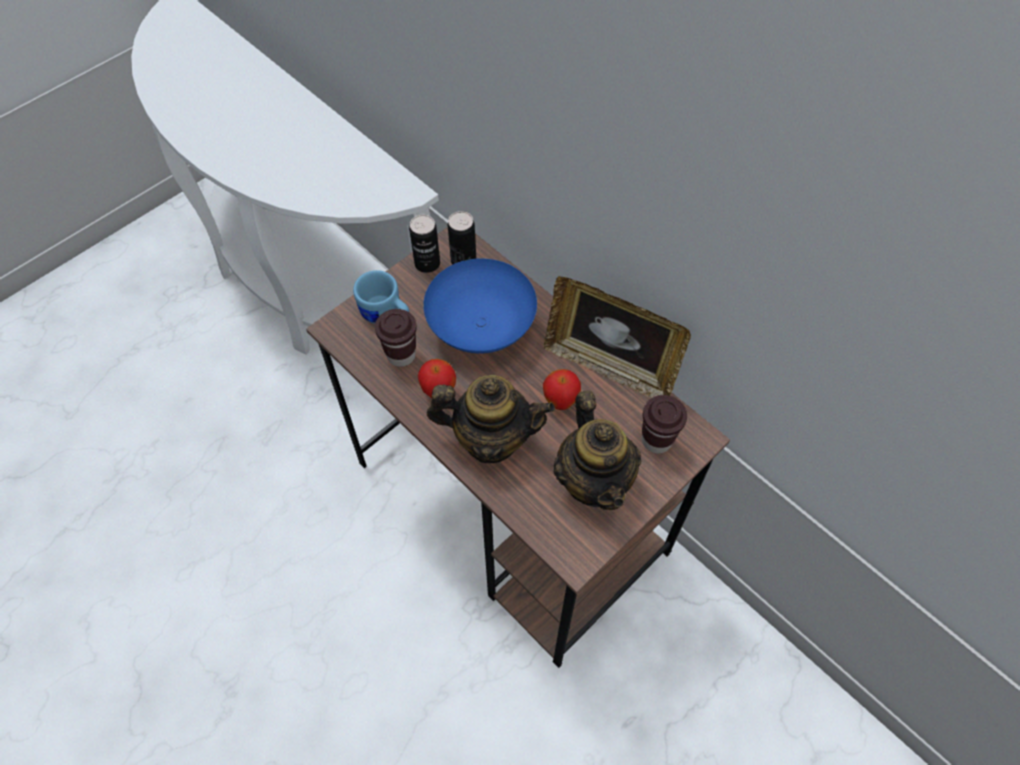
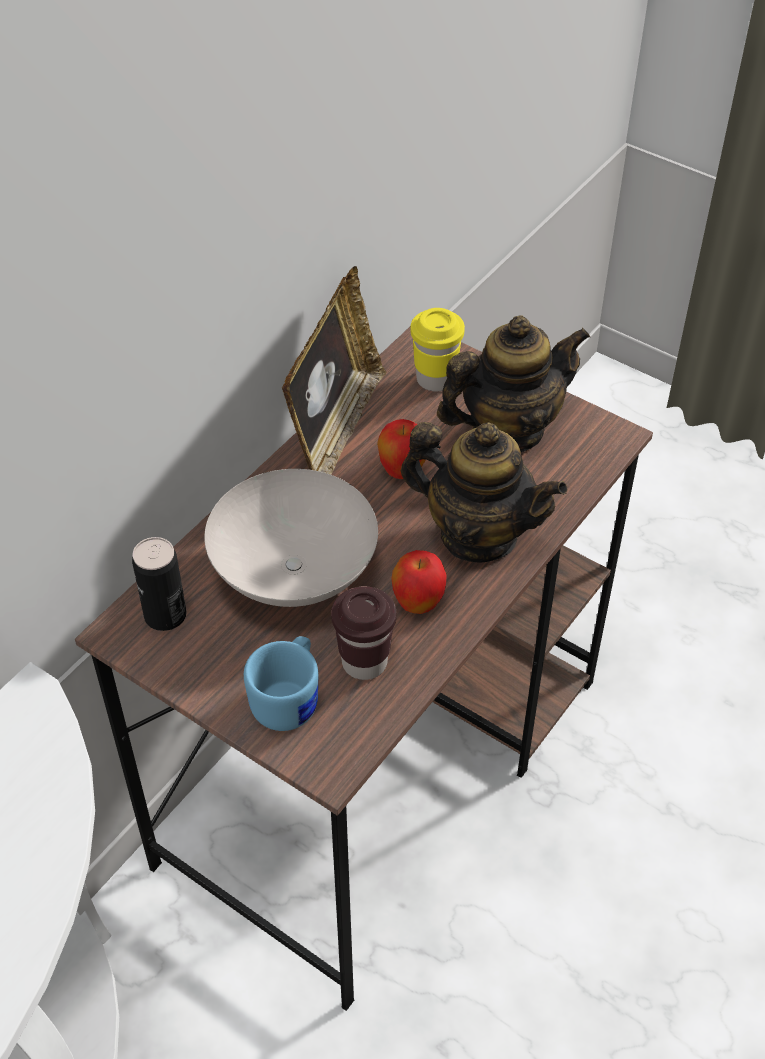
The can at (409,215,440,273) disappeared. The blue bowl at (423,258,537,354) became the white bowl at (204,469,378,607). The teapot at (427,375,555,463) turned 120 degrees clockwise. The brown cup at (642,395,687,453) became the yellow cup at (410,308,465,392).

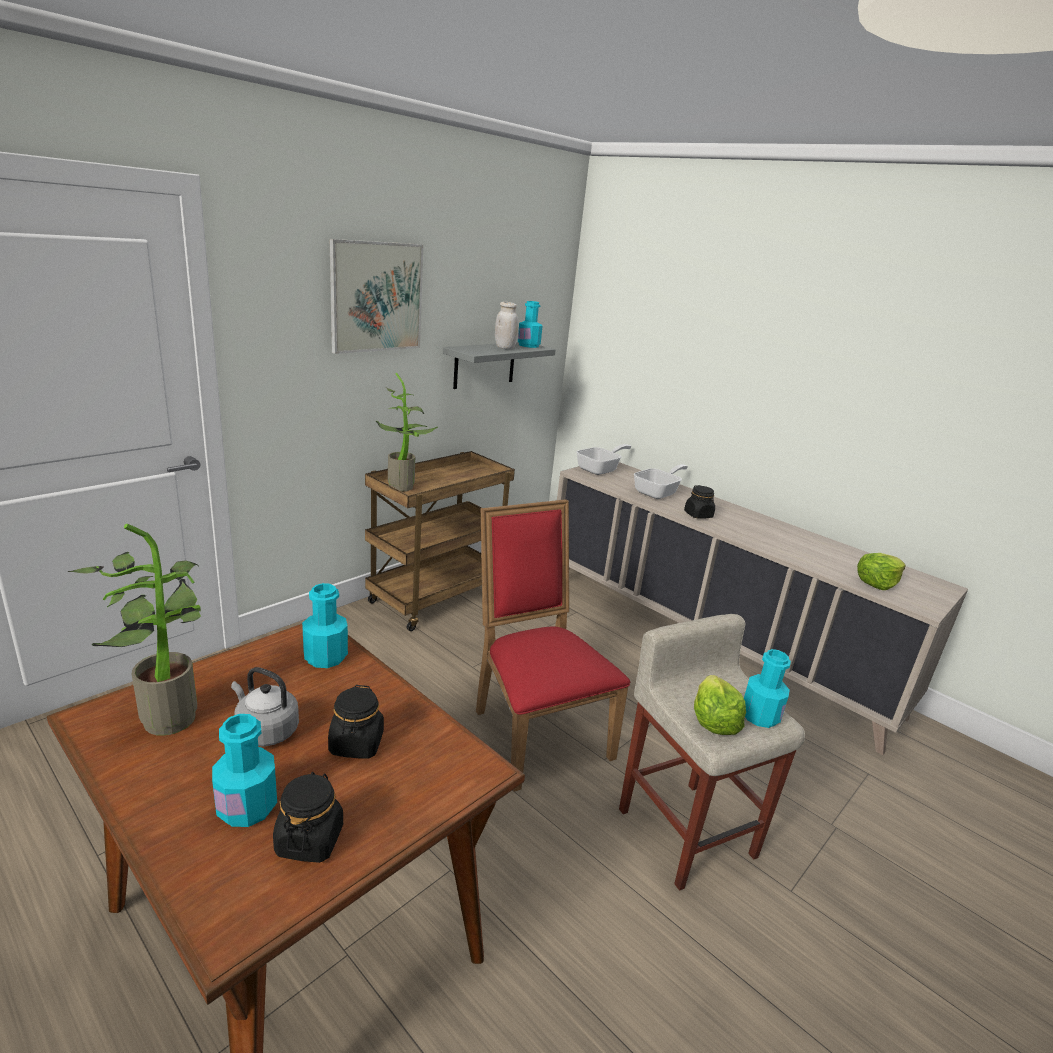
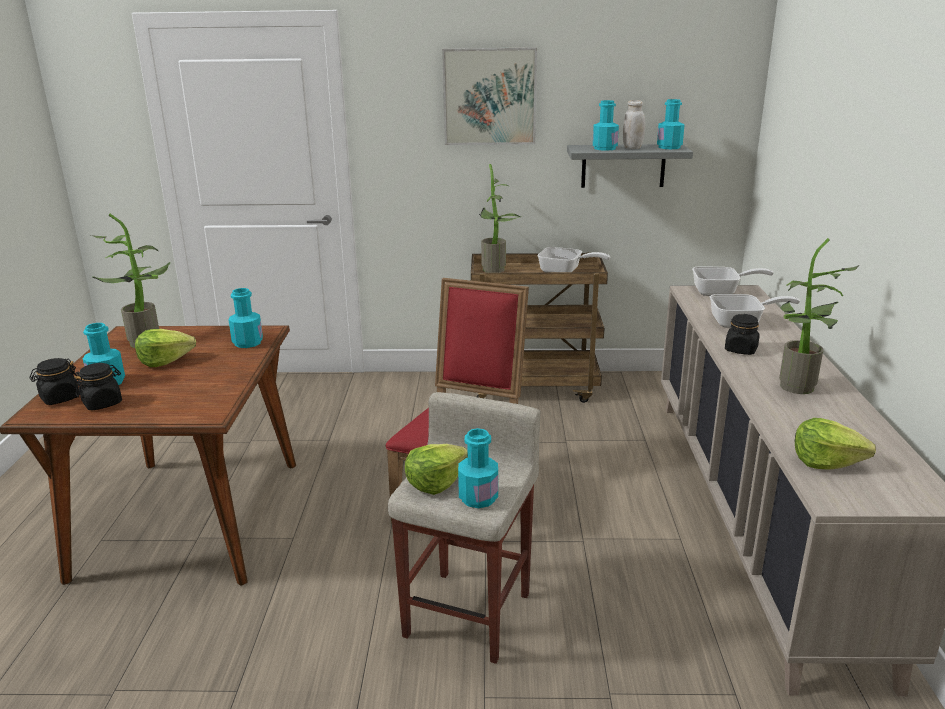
The grey kettle at (231,667,299,746) was replaced by the lettuce at (135,329,196,367). The black jar moved from (328,685,384,759) to (29,358,80,405). The turquoise bottle at (593,100,619,151) appeared. The potted plant at (779,238,859,394) appeared. The frying pan at (537,247,610,272) appeared.

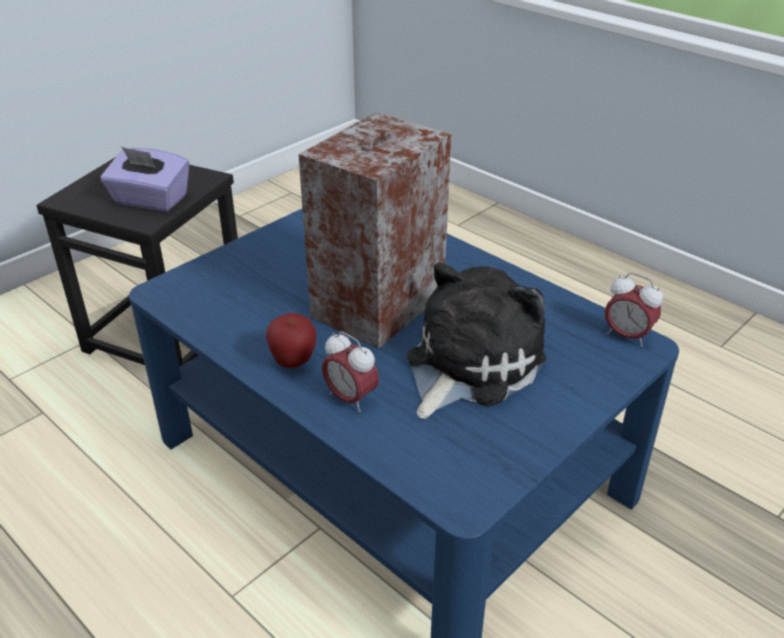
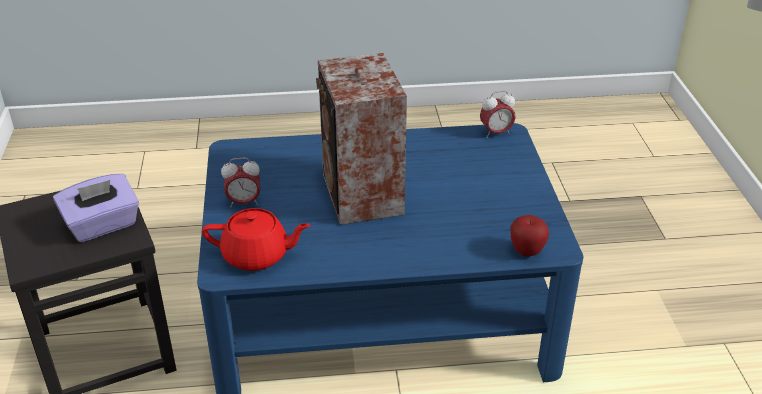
The plush toy at (407,263,546,419) disappeared. The apple moved from (266,313,316,368) to (510,215,549,257). The alarm clock moved from (322,331,379,413) to (221,157,261,207). The red teapot at (202,208,310,271) appeared.

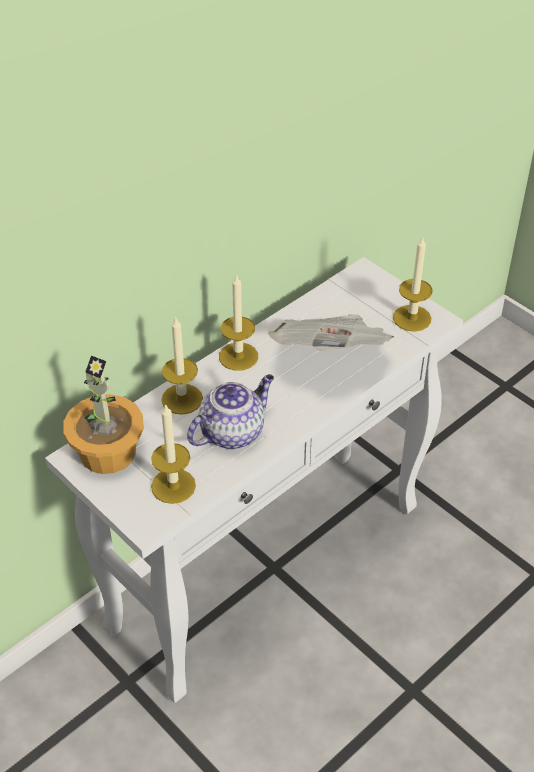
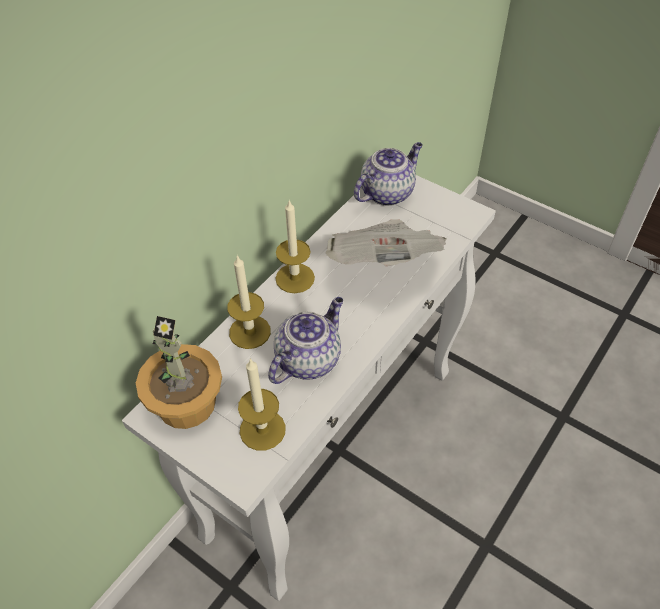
The candle at (393,236,433,332) disappeared. The teapot at (354,142,423,206) appeared.

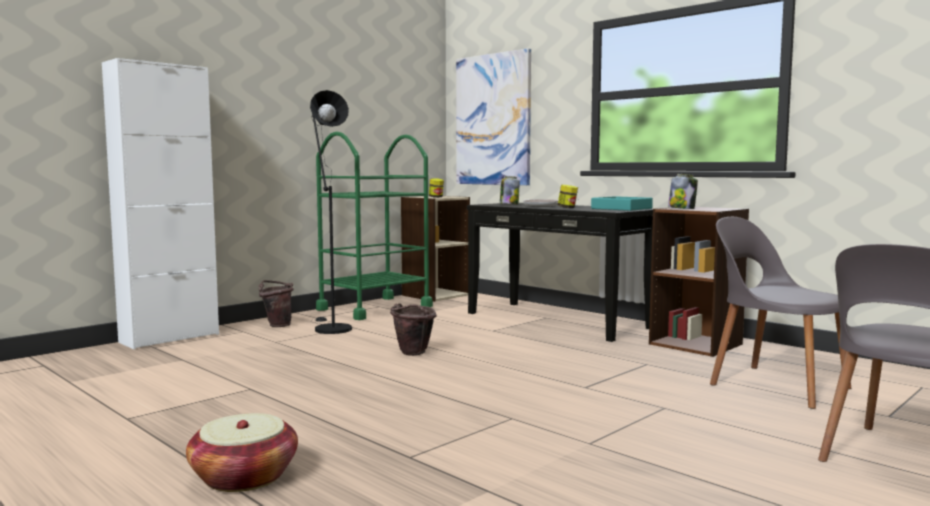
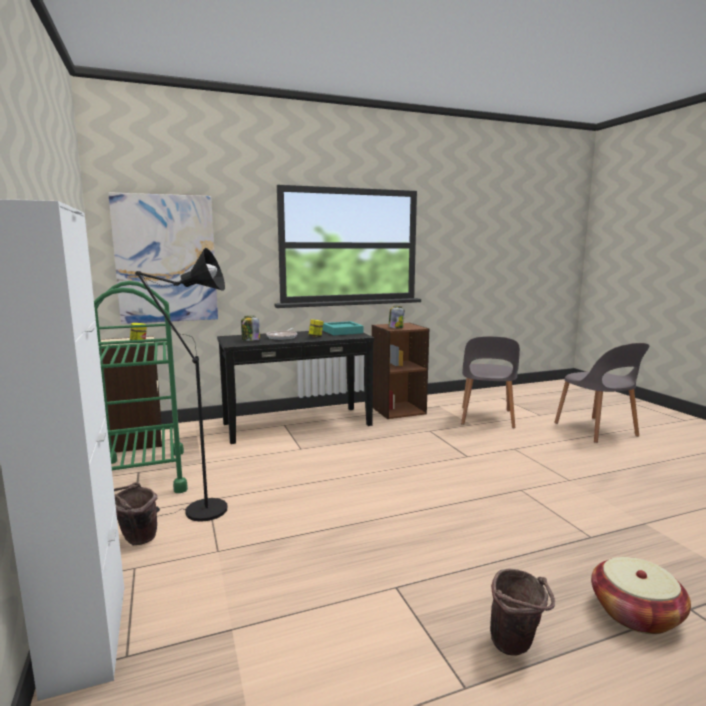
The grey chair at (710,217,851,409) turned 60 degrees counterclockwise. The brown bucket moved from (390,303,437,356) to (490,569,555,656).

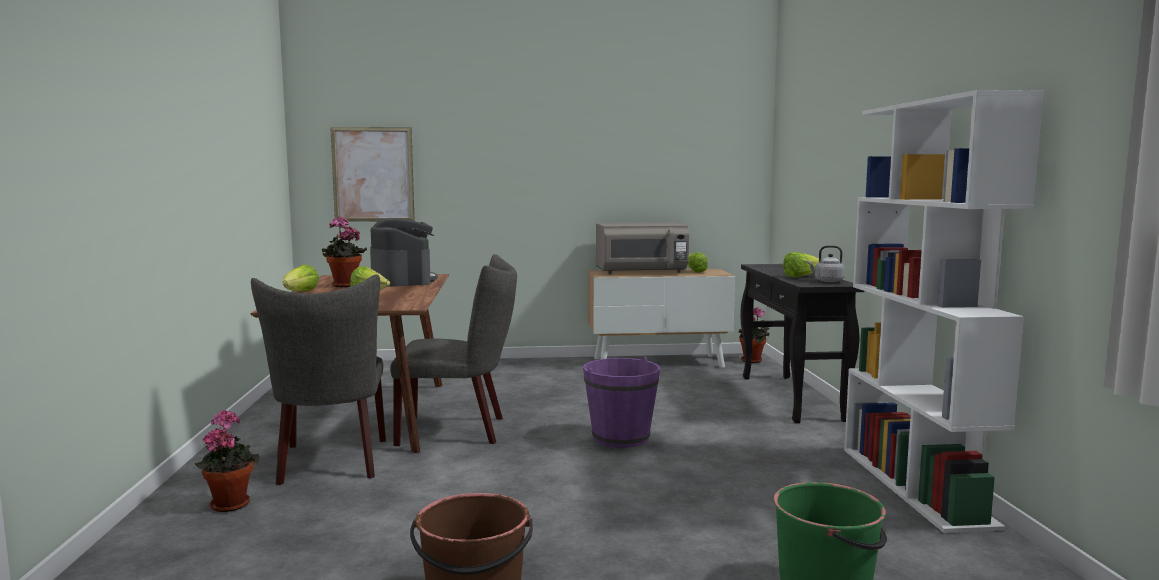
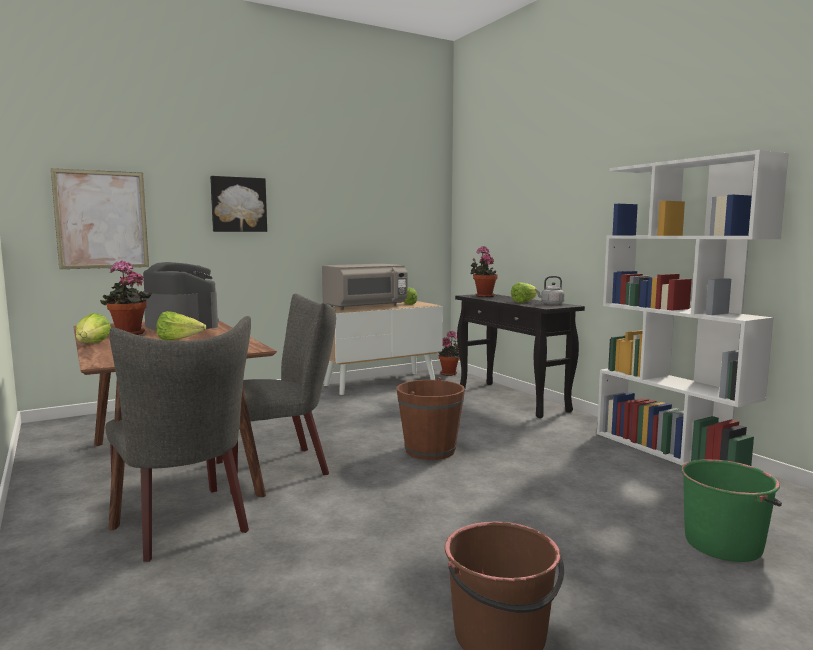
The purple bucket at (583,357,660,448) became the brown bucket at (397,377,465,460). The potted plant moved from (195,410,260,512) to (471,246,498,297). The picture at (210,176,267,232) appeared.

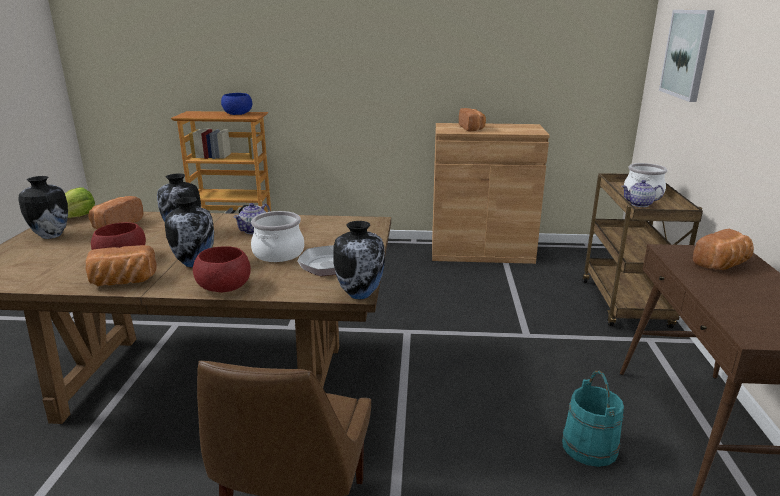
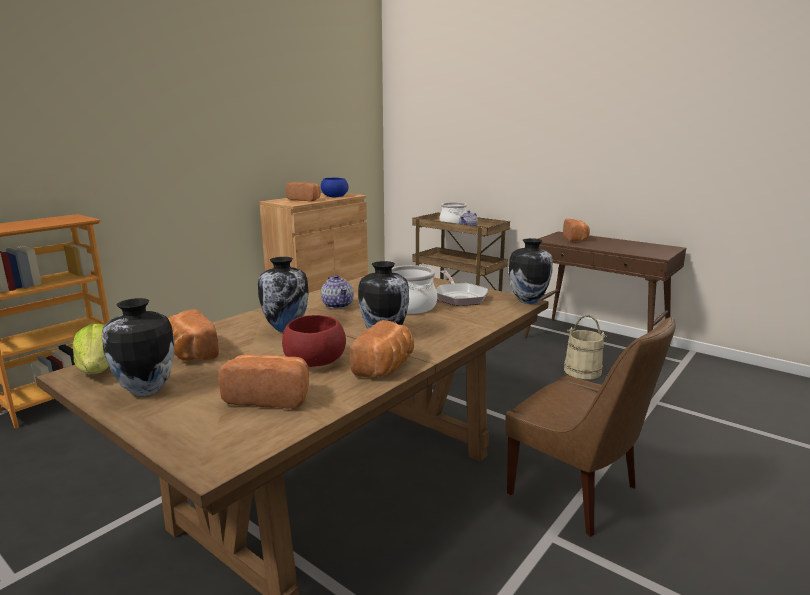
The picture at (659,10,715,102) disappeared. The blue bowl moved from (221,93,252,115) to (321,177,348,197). The red bowl at (193,246,251,292) disappeared. The turquoise bucket at (562,371,624,467) became the beige bucket at (564,315,607,379). The bread at (218,354,309,409) appeared.

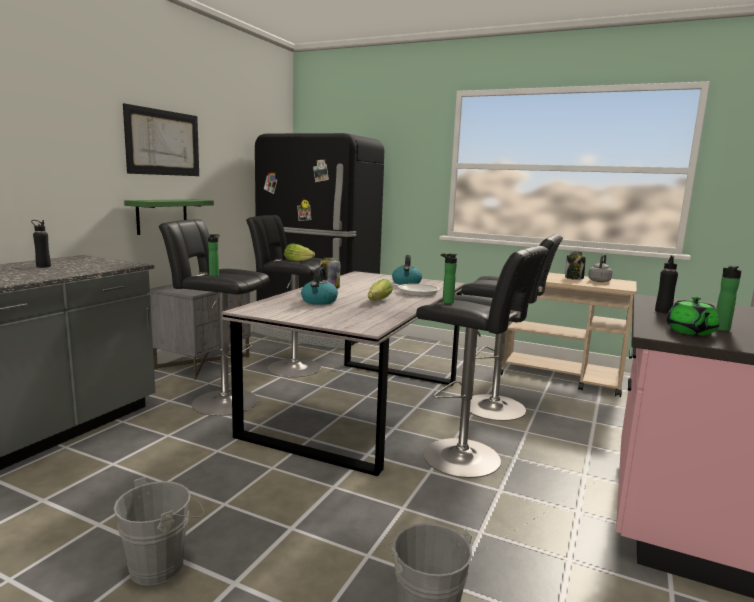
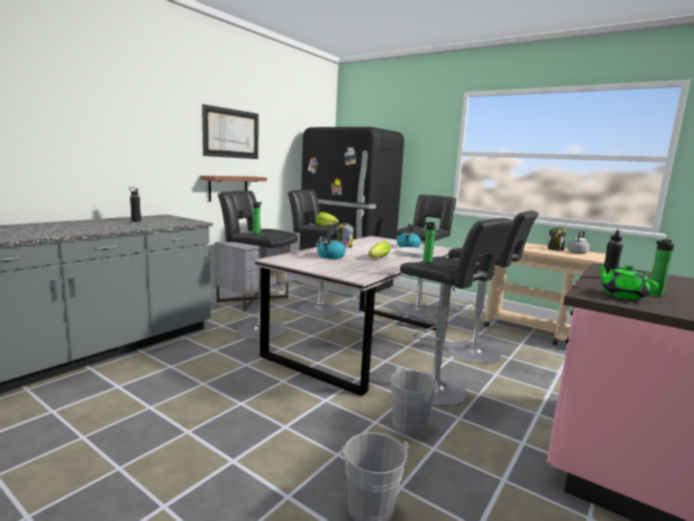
The green shelf at (124,199,214,235) became the brown shelf at (200,176,267,202). The green teapot at (666,296,719,336) turned 135 degrees clockwise. The grey bucket moved from (113,477,204,586) to (390,366,444,436). The black stool at (397,195,456,317) appeared.

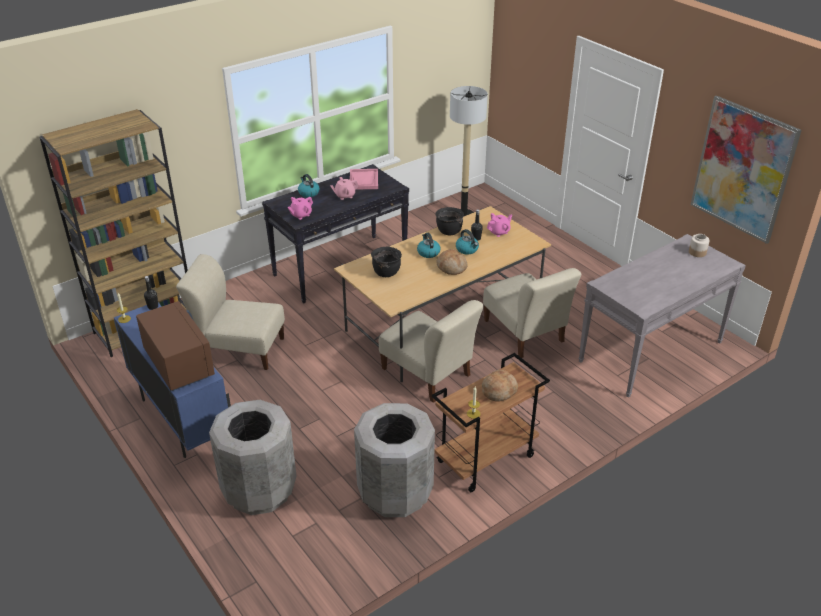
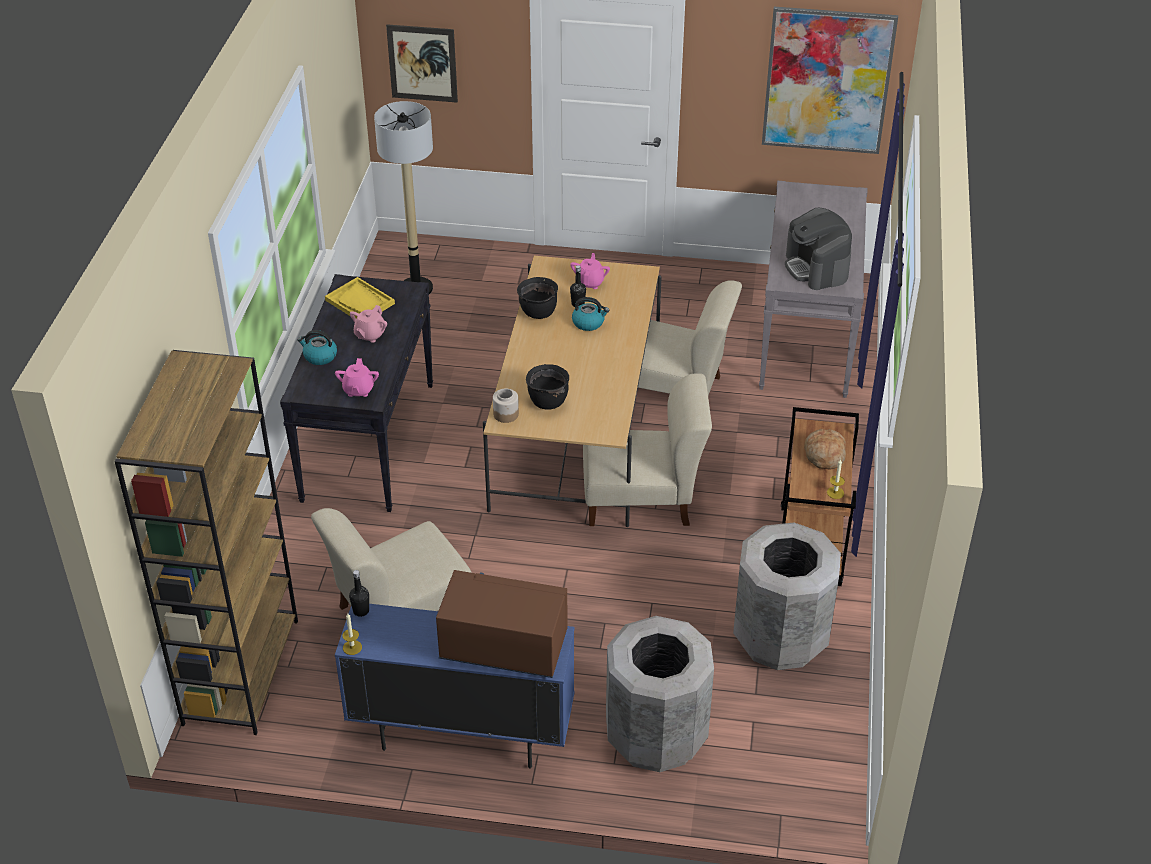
The pink tray at (350,169,378,190) became the yellow tray at (325,277,395,319). The kettle at (417,233,440,258) disappeared. The jar moved from (689,234,710,257) to (493,388,519,423). The bread at (436,249,468,275) disappeared. The picture at (386,24,458,103) appeared. The coffee machine at (785,208,852,290) appeared.

